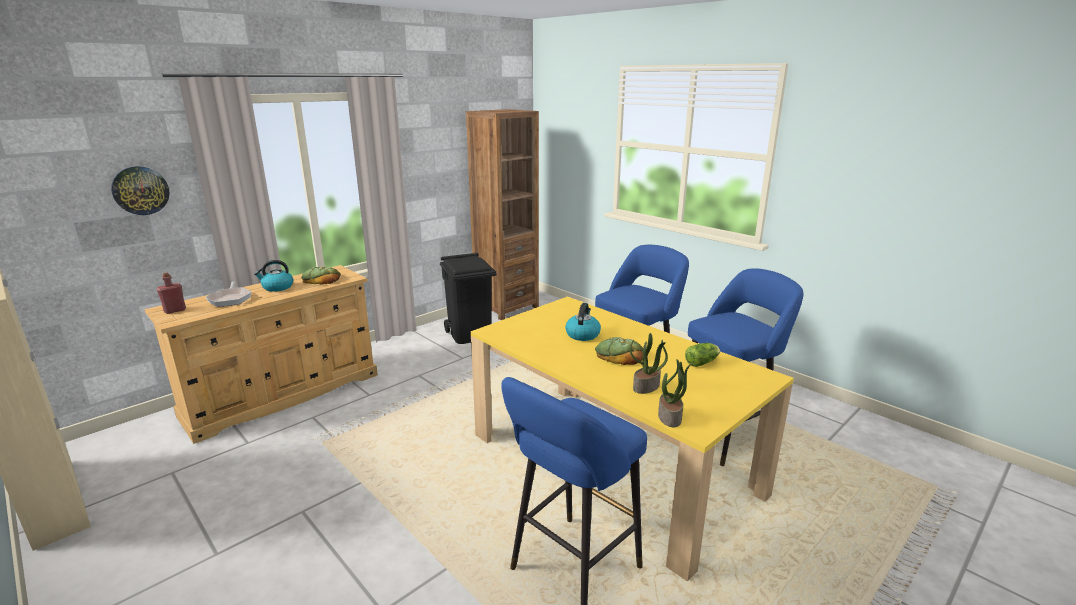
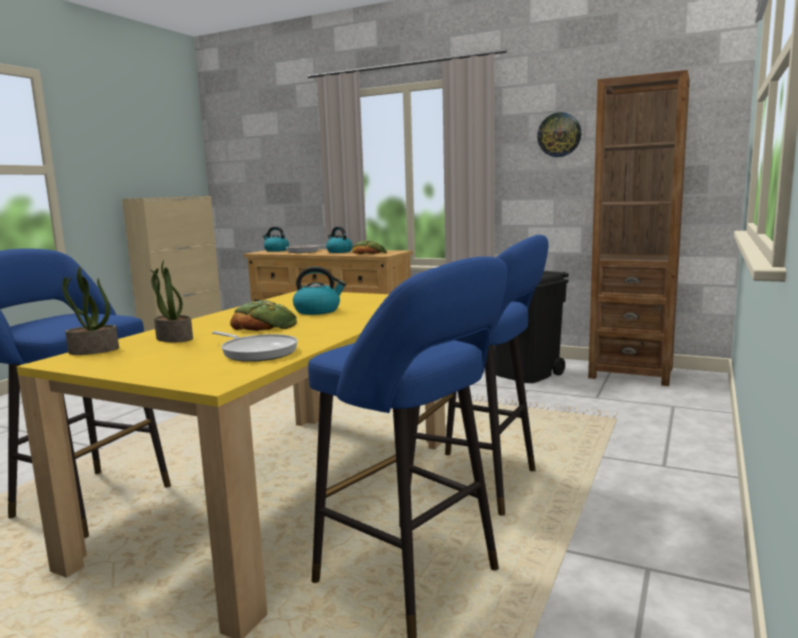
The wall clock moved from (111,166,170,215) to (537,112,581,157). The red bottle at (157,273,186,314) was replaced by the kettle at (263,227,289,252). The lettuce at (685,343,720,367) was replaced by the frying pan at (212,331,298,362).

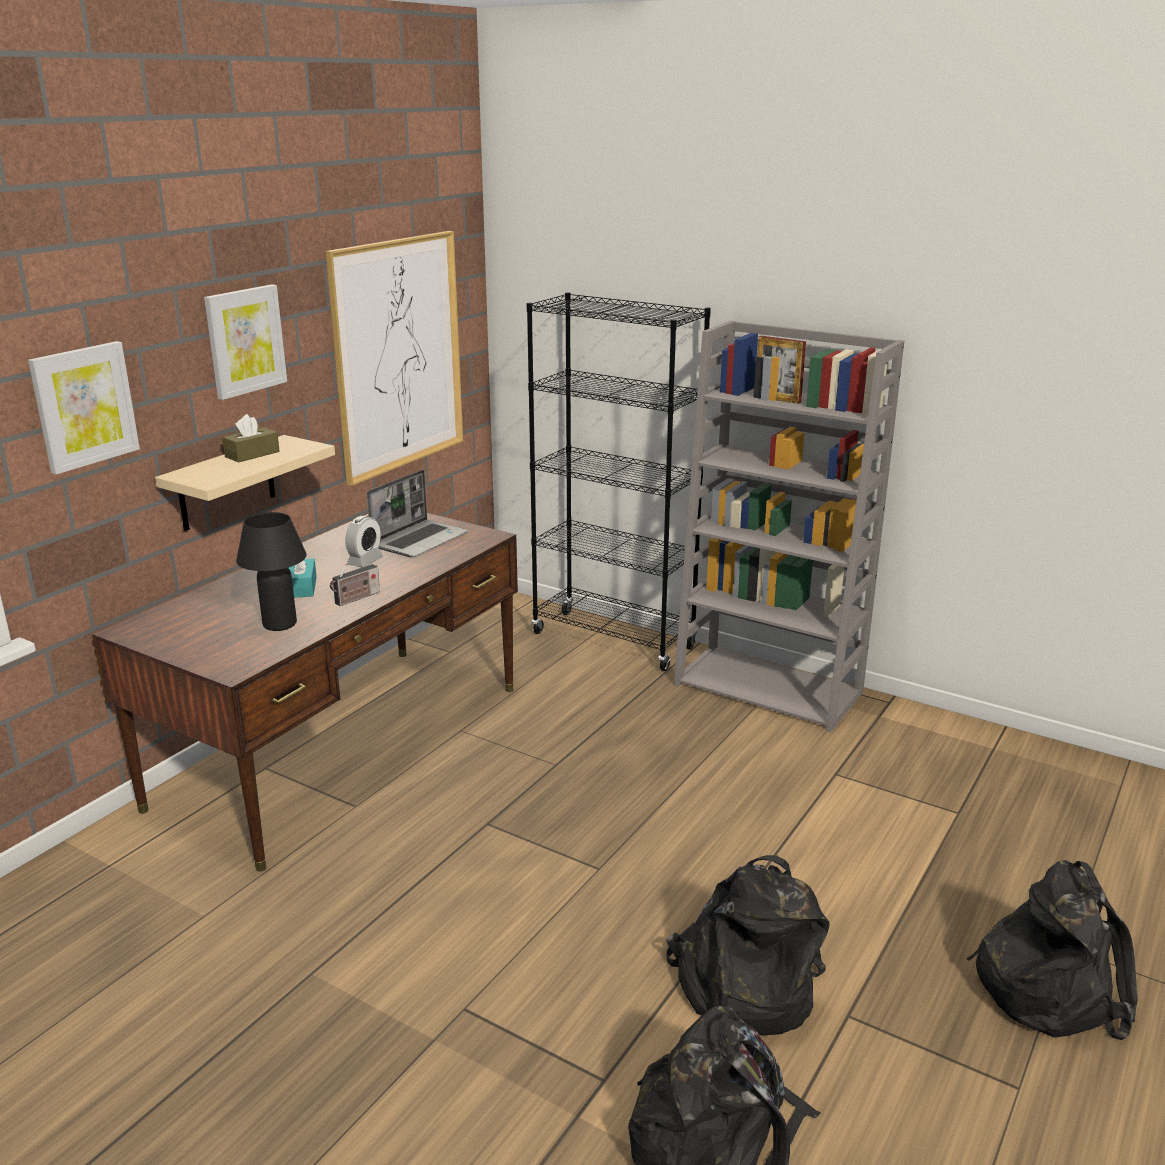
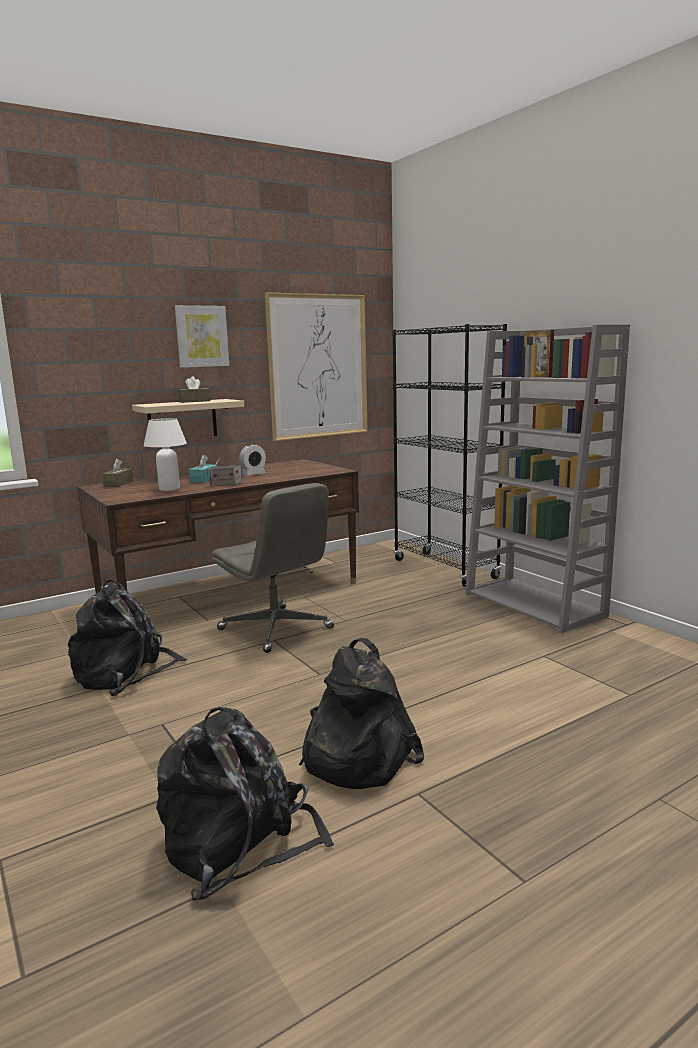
The picture at (28,341,140,475) disappeared. The laptop at (367,470,468,557) disappeared. The black table lamp at (236,512,307,631) became the white table lamp at (144,418,187,491). The black backpack moved from (967,860,1138,1040) to (68,580,188,696). The brown tissue box at (102,458,133,487) appeared. The grey office chair at (211,483,334,653) appeared.

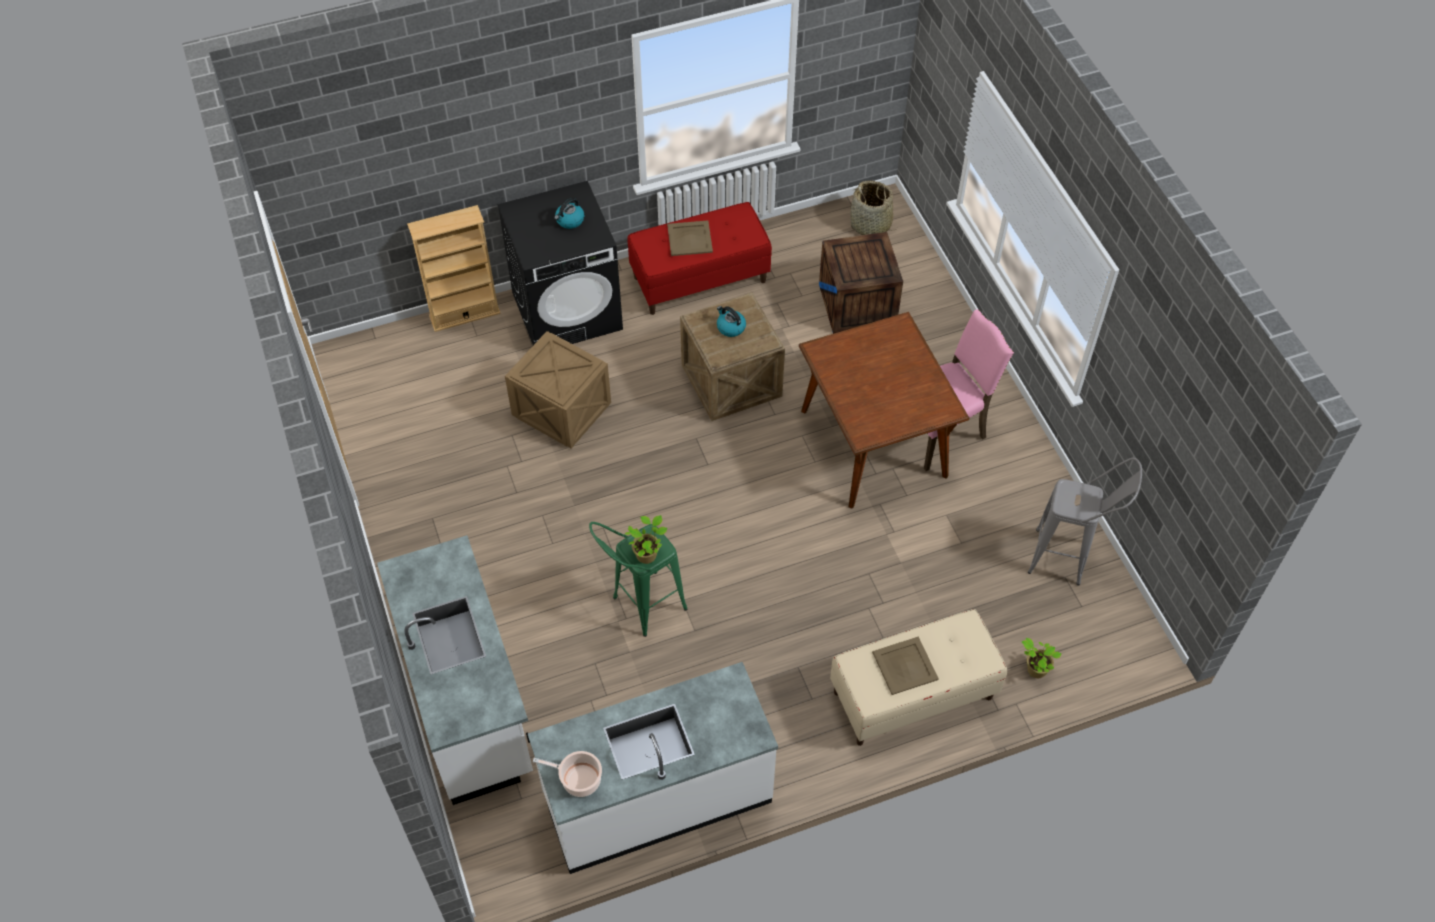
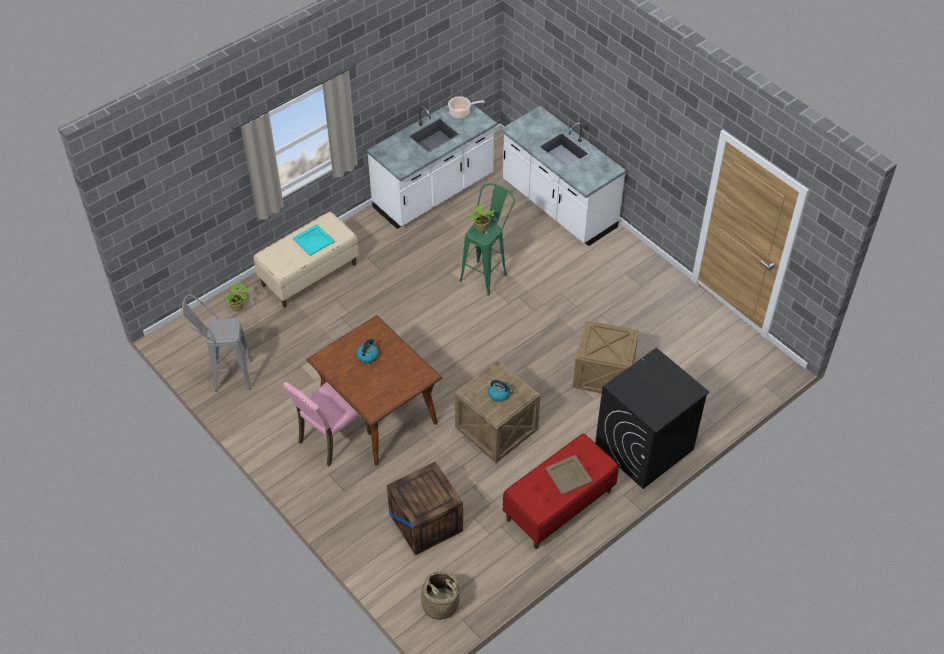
The kettle moved from (554,198,584,229) to (356,338,379,363). The beige bookcase at (407,205,501,332) disappeared. The beige tray at (872,636,939,695) became the turquoise tray at (293,224,335,256).

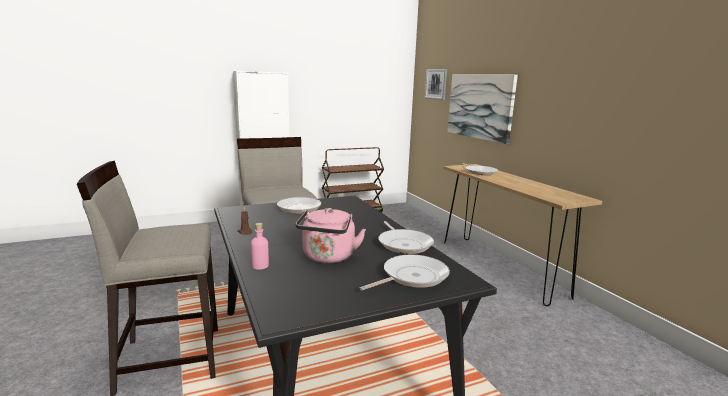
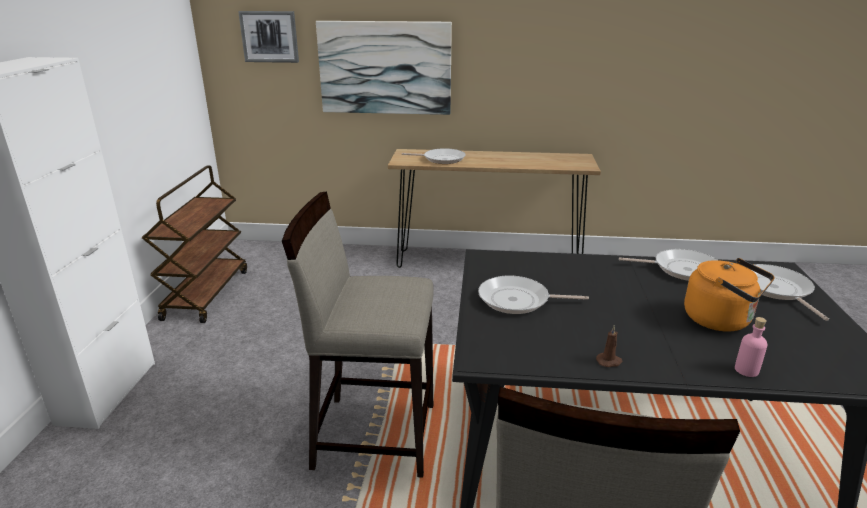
The pink kettle at (296,208,366,263) became the orange kettle at (684,258,775,332).

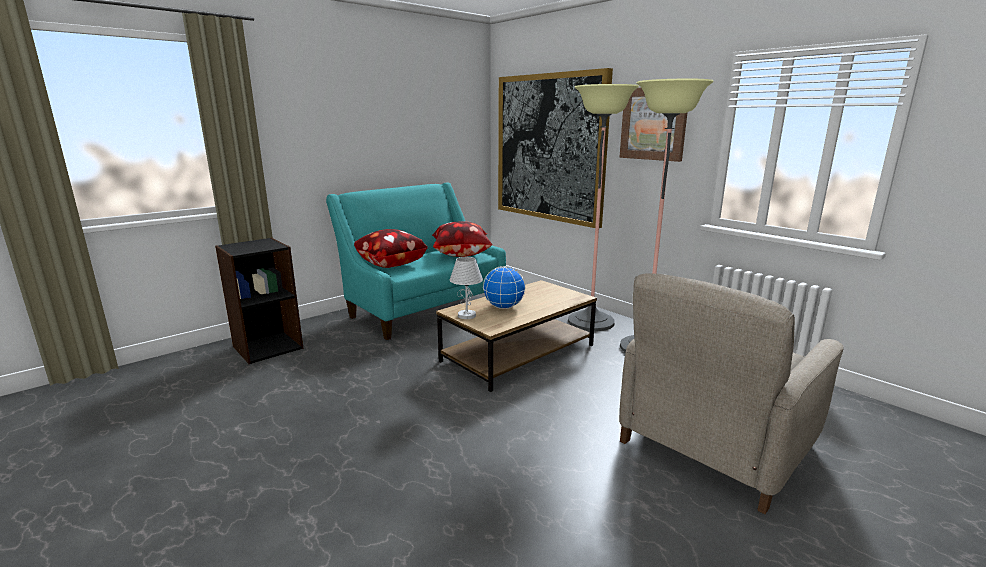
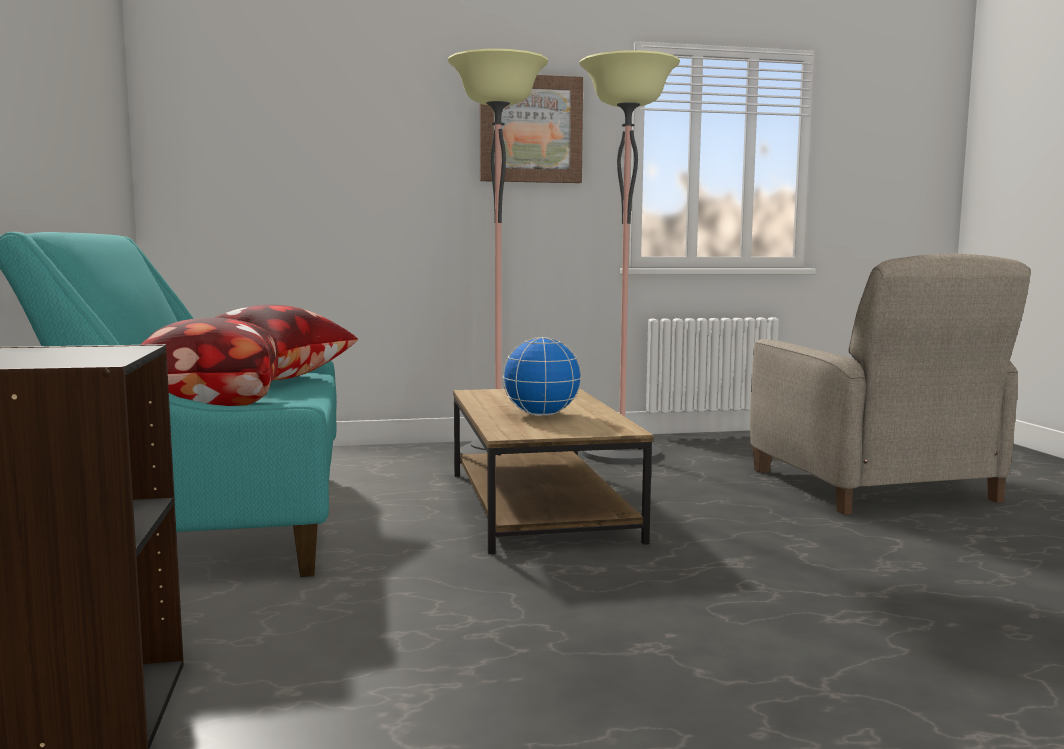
The picture at (498,68,613,228) disappeared. The white table lamp at (450,257,483,319) disappeared.

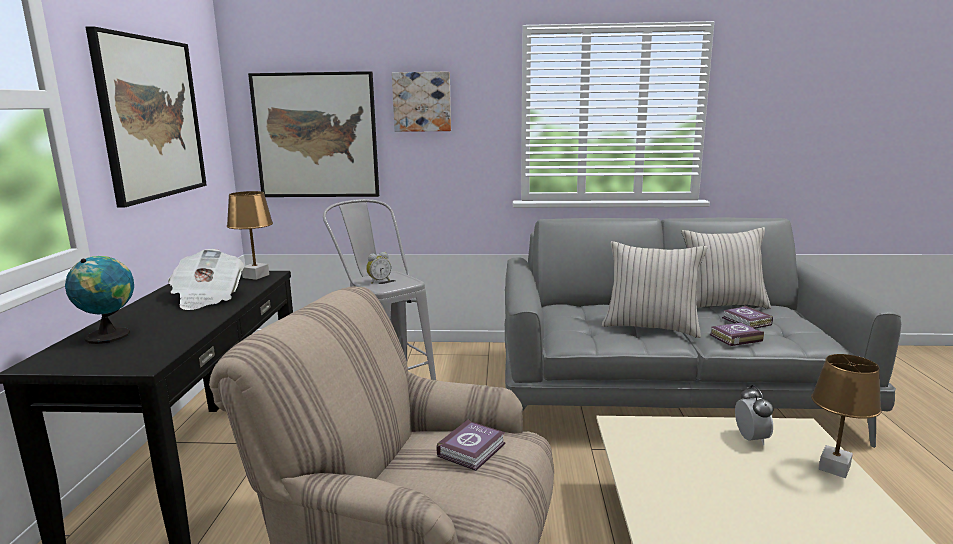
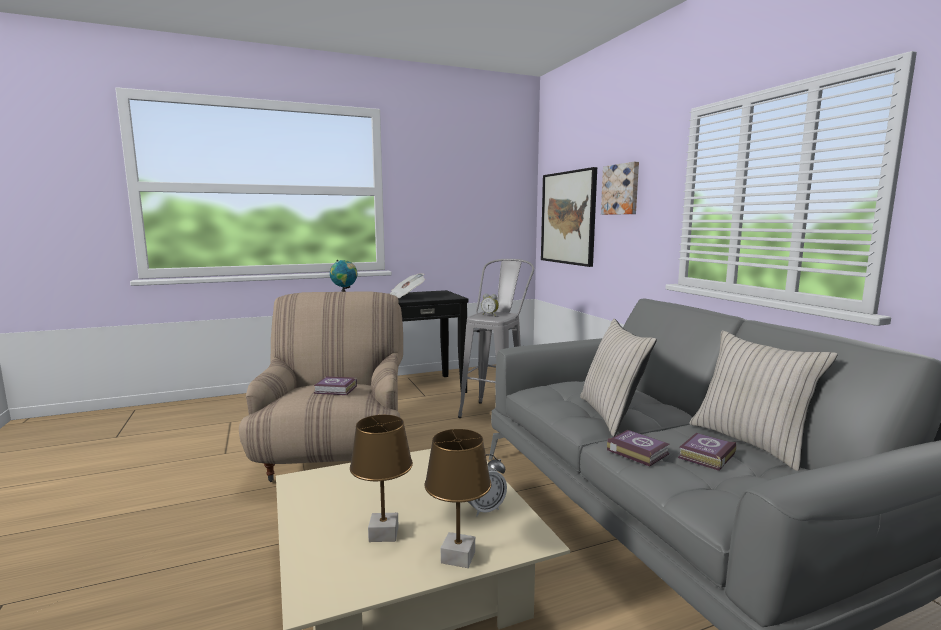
The picture at (86,26,207,208) disappeared. The brown table lamp moved from (227,191,273,280) to (350,415,413,542).

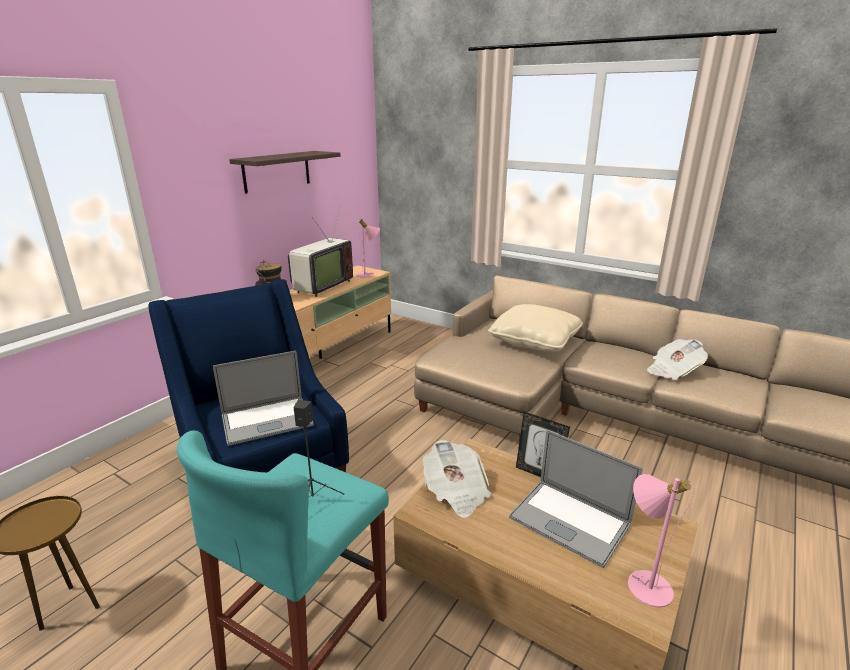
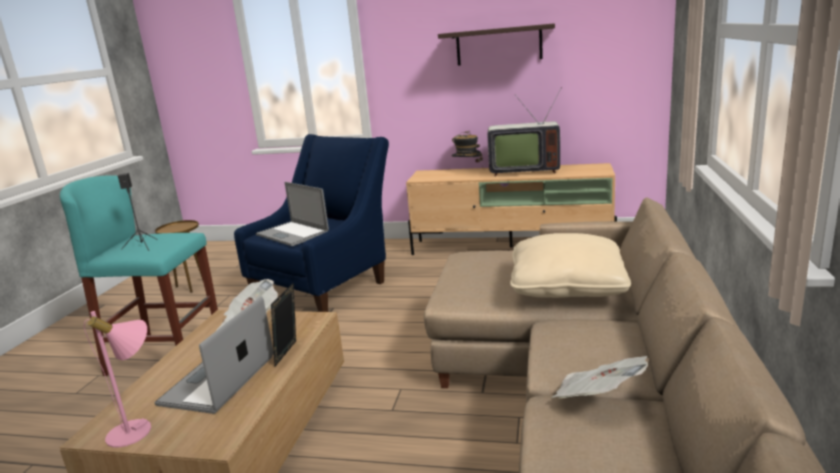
The pink table lamp at (356,217,380,277) disappeared.

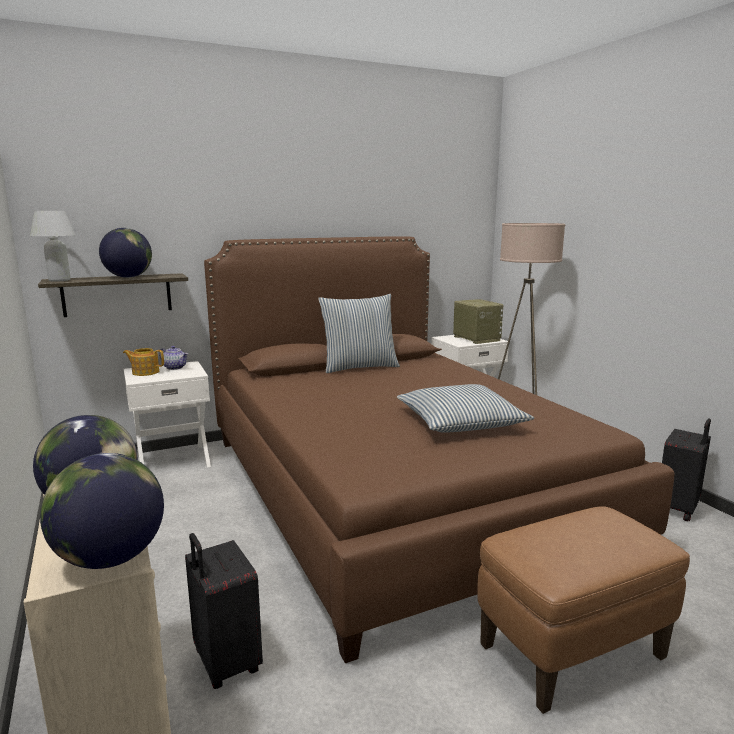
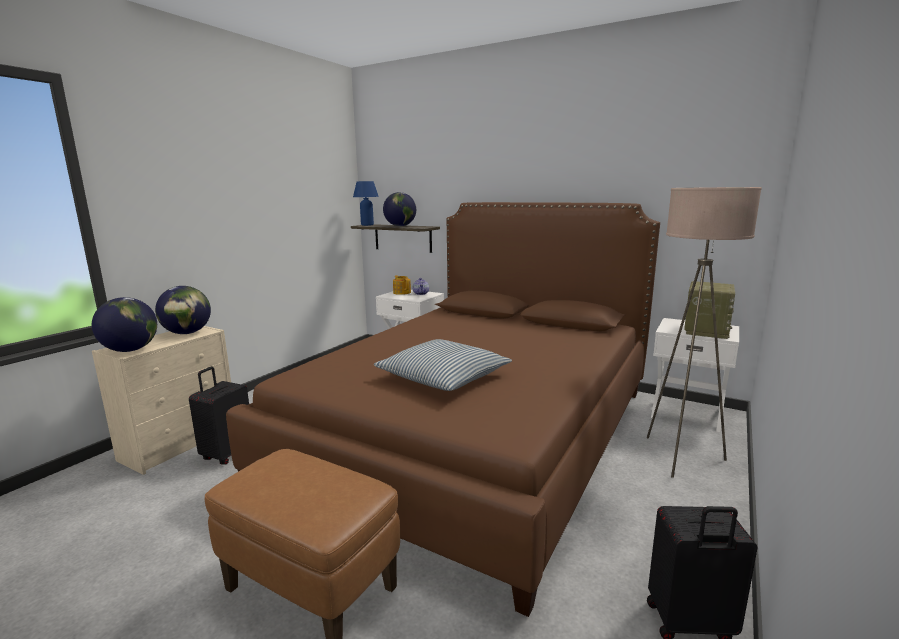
The white table lamp at (30,211,76,282) became the blue table lamp at (353,181,379,226). The pillow at (318,294,400,373) disappeared.

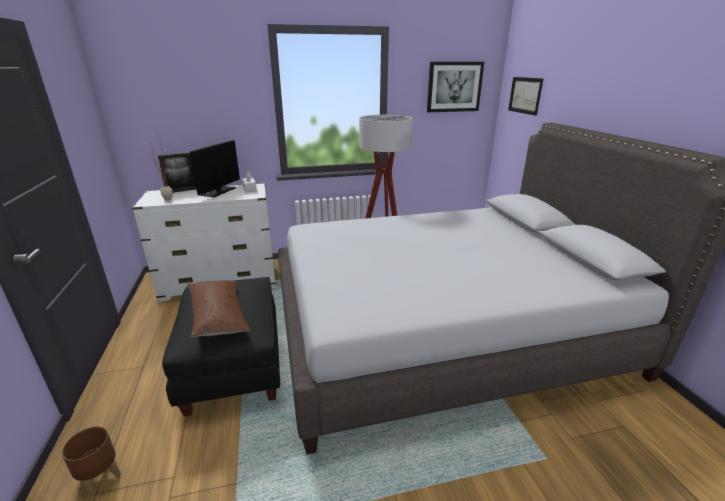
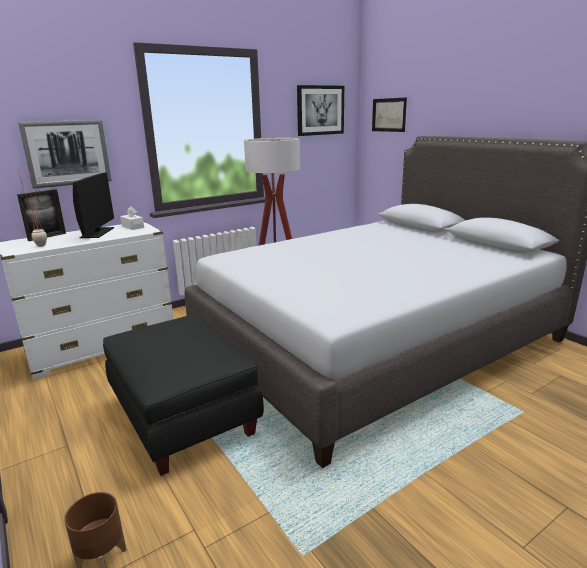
The brown pillow at (187,280,250,337) disappeared. The picture at (18,120,112,189) appeared.

